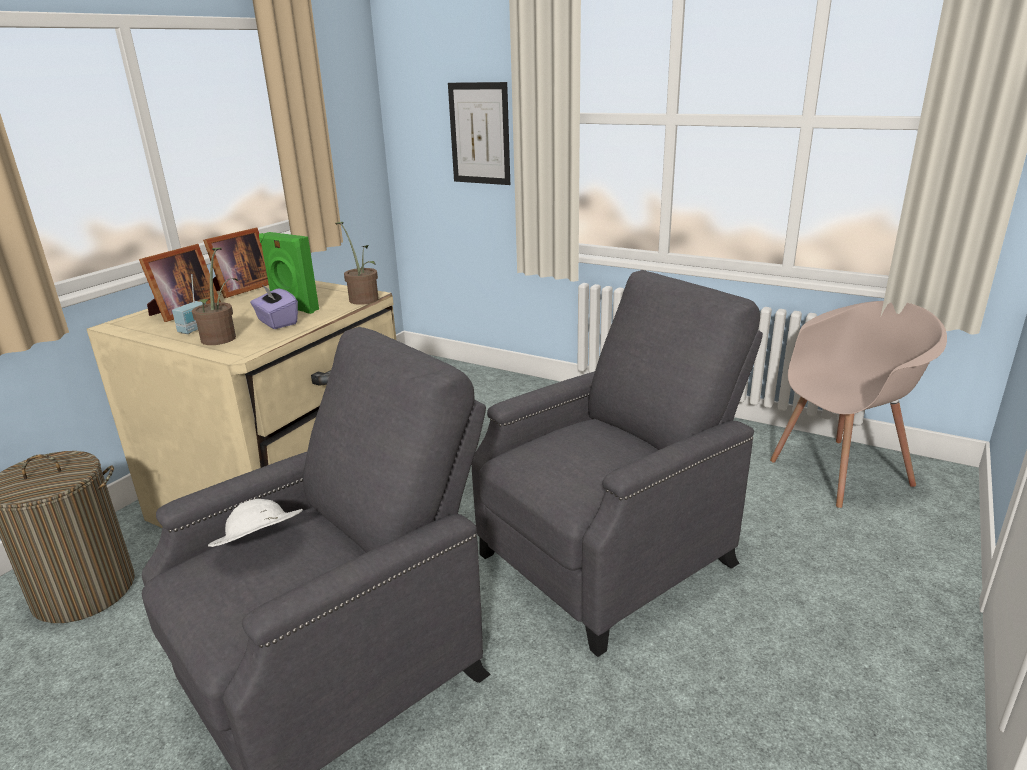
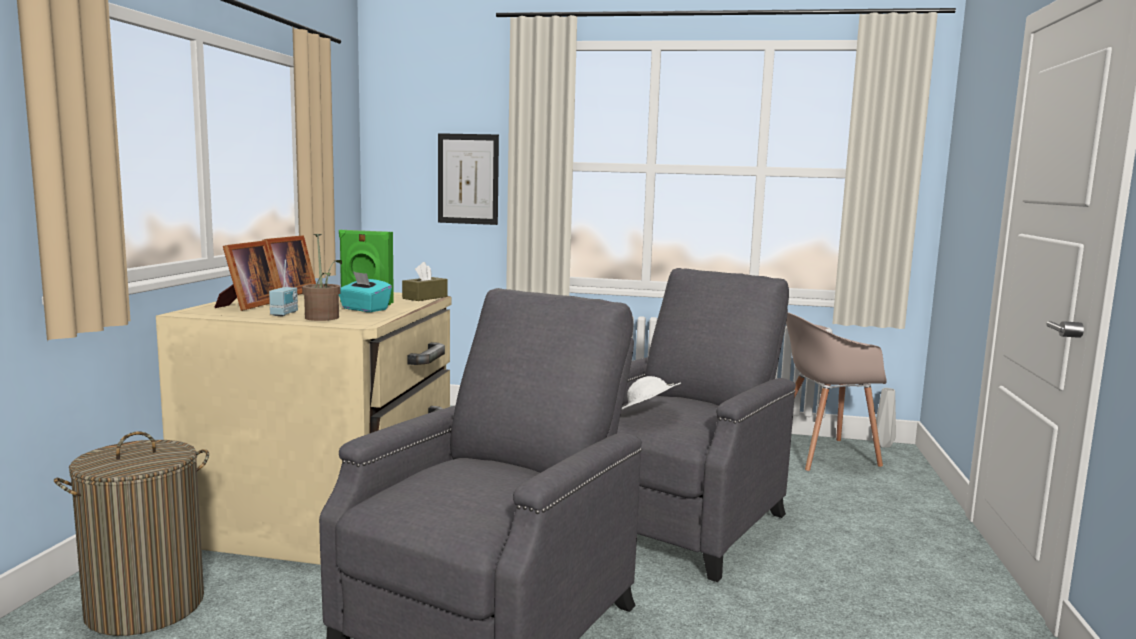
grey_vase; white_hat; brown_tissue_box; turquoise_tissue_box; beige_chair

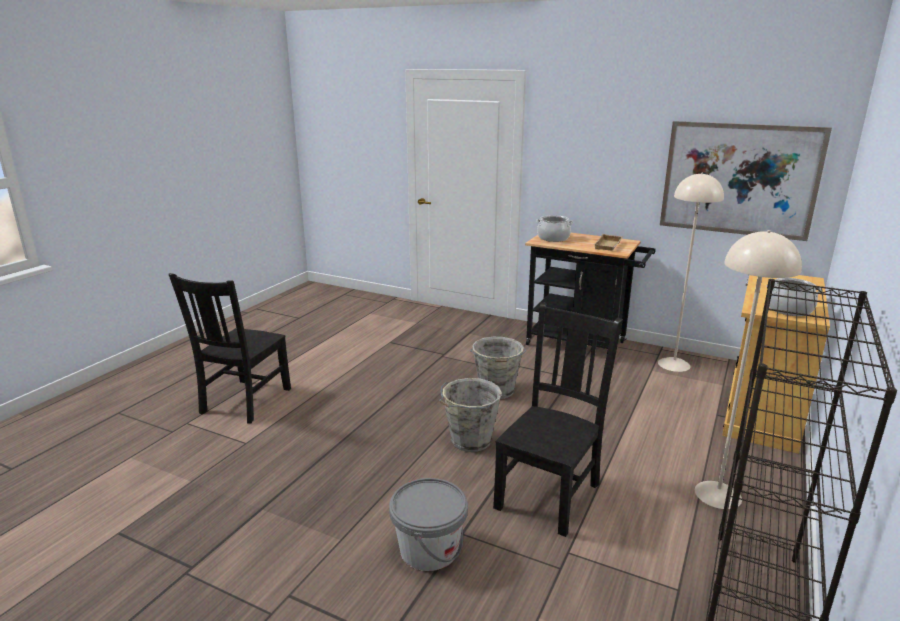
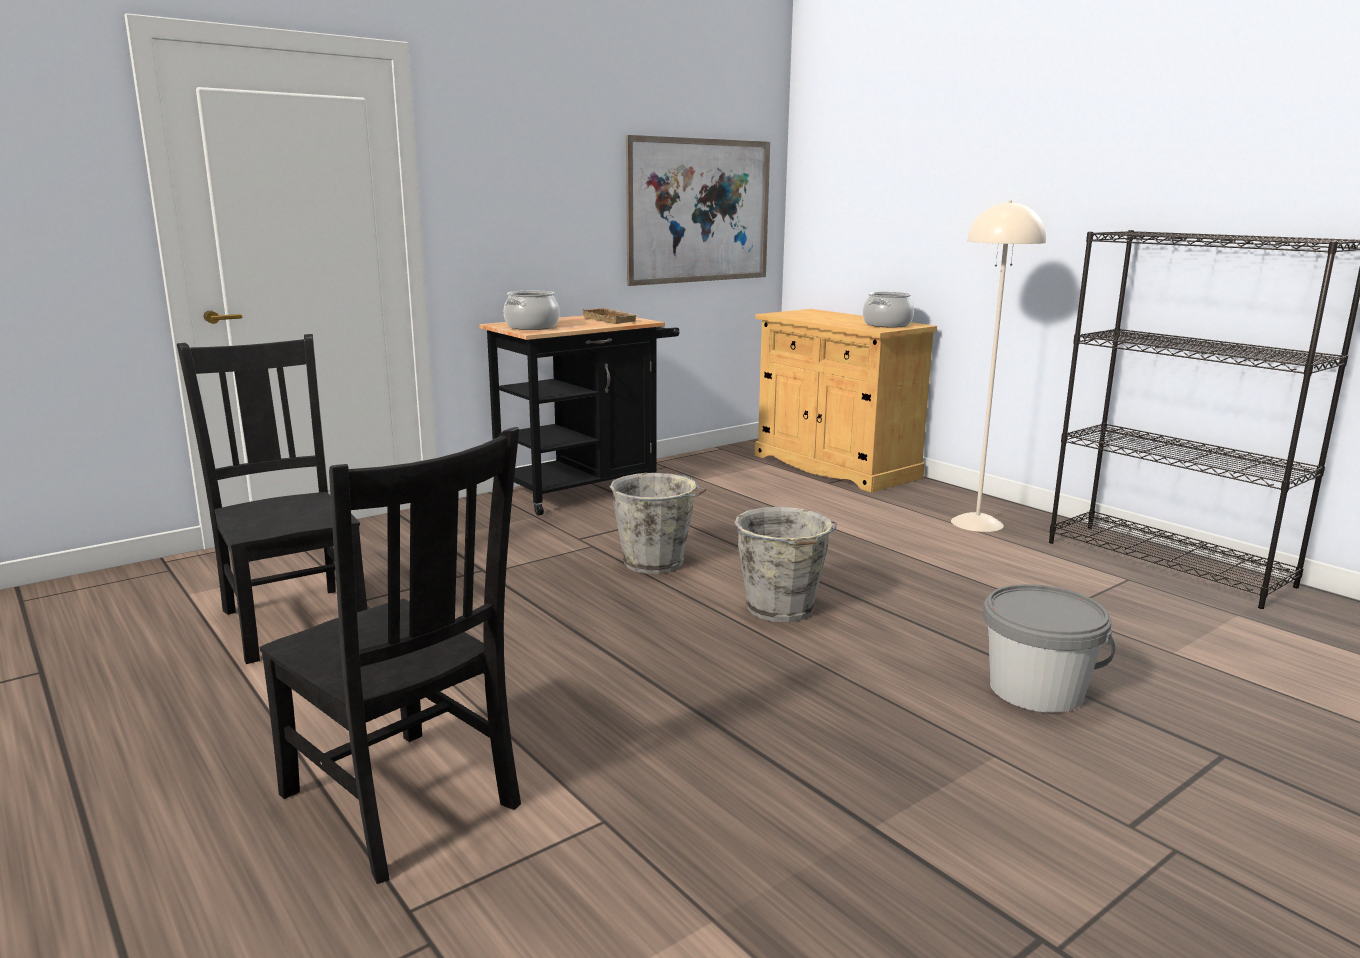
beige_floor_lamp (no. 1 from left in the first image); black_chair (no. 1 from left)

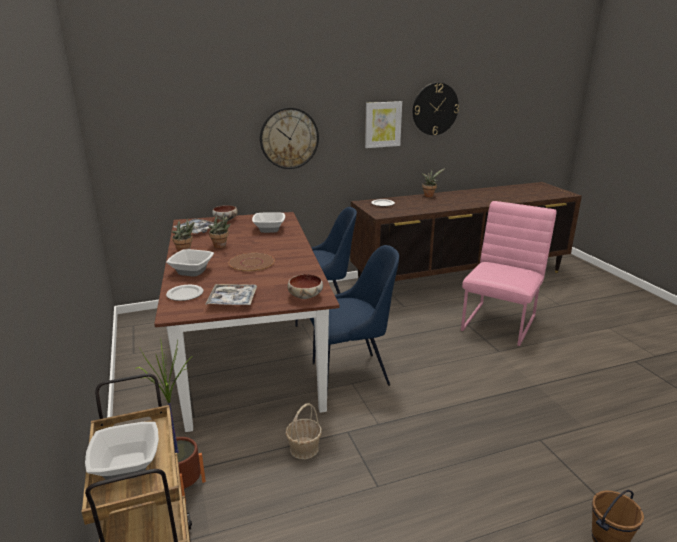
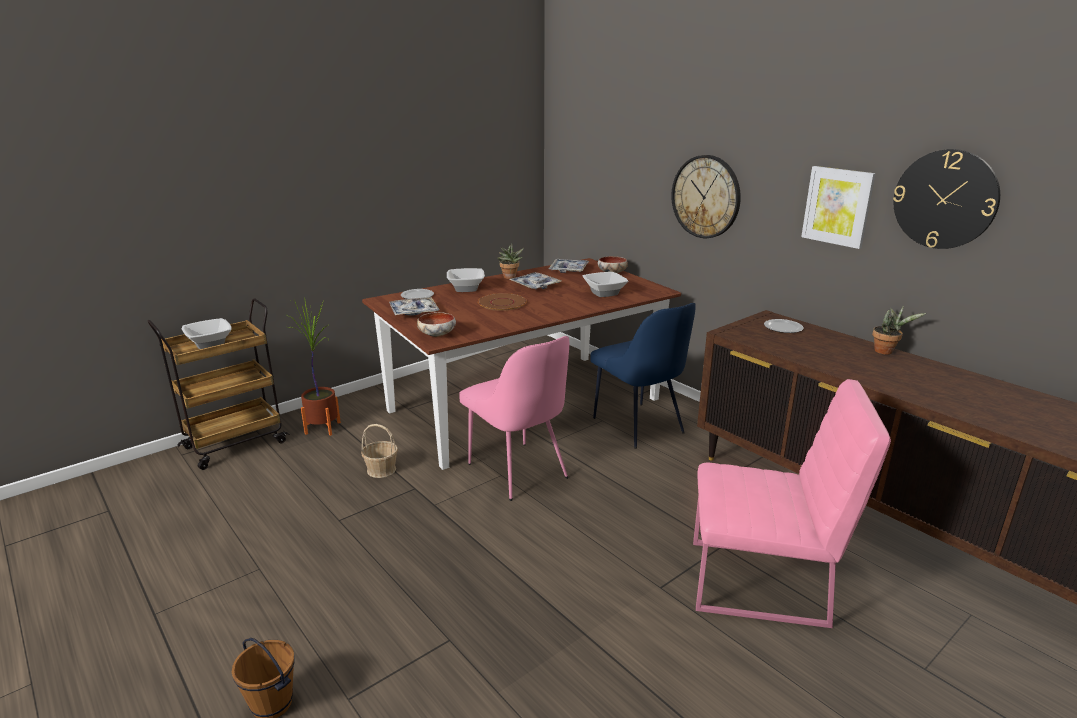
tray (no. 2 from left); pink_chair (no. 1 from left)

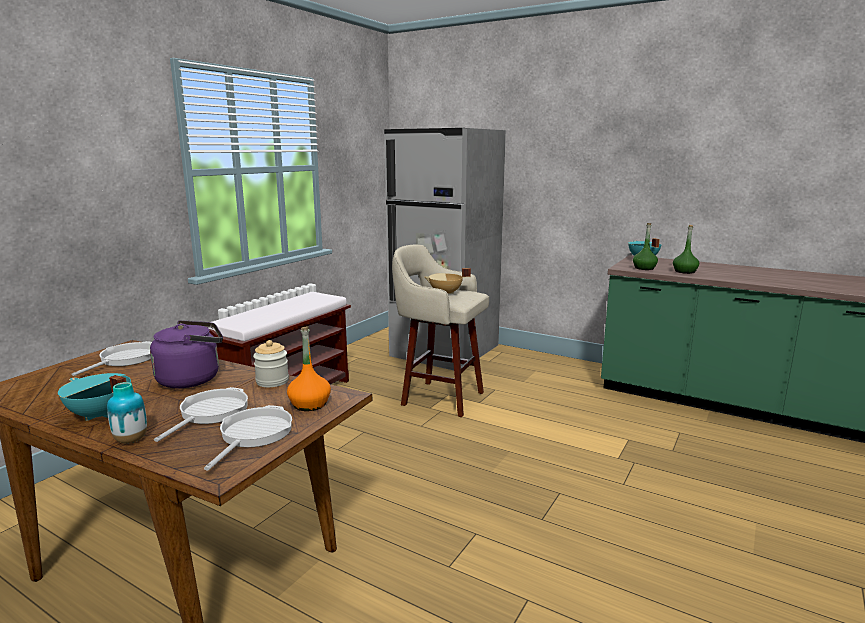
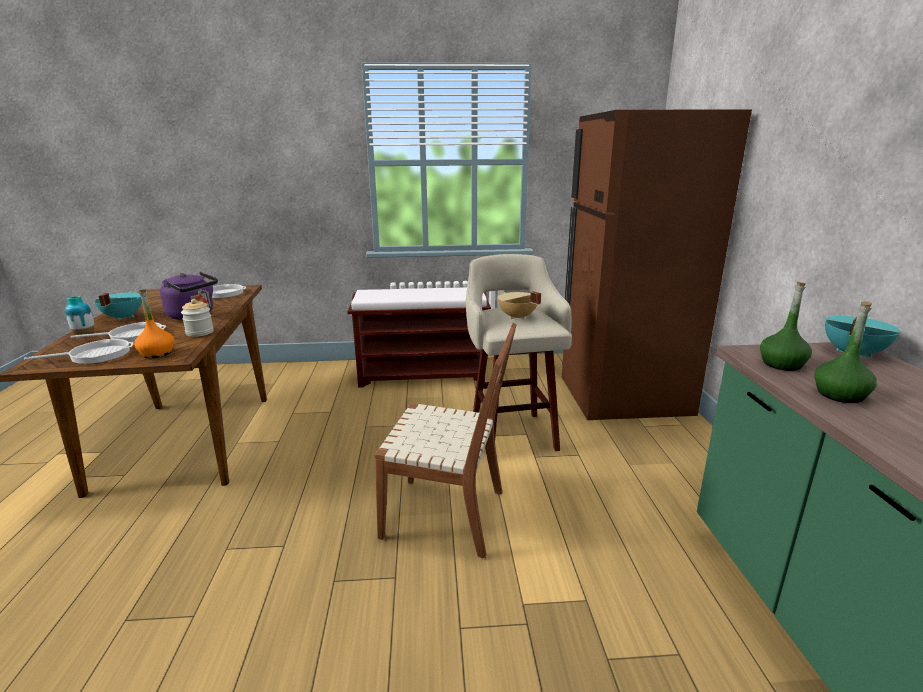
chair; brown_fridge

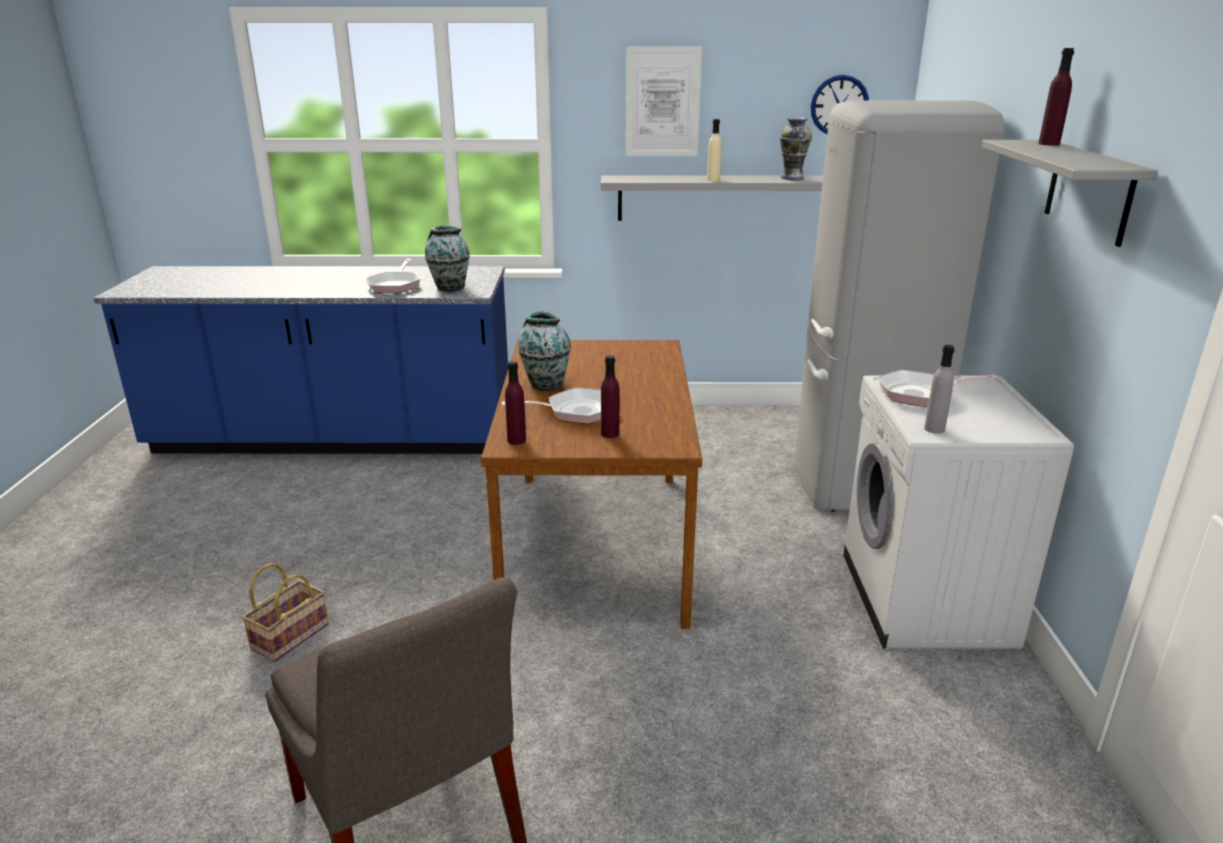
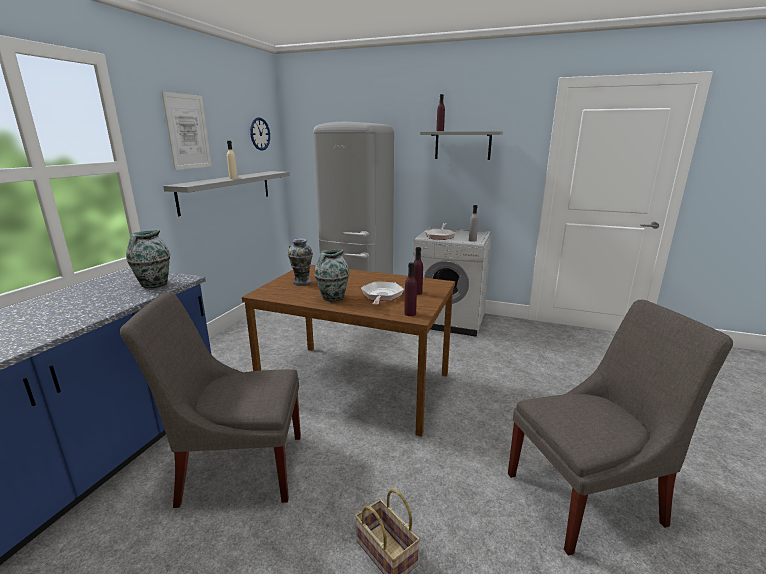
frying_pan (no. 1 from left in the first image); grey_chair (no. 1 from left); vase (no. 2 from left)

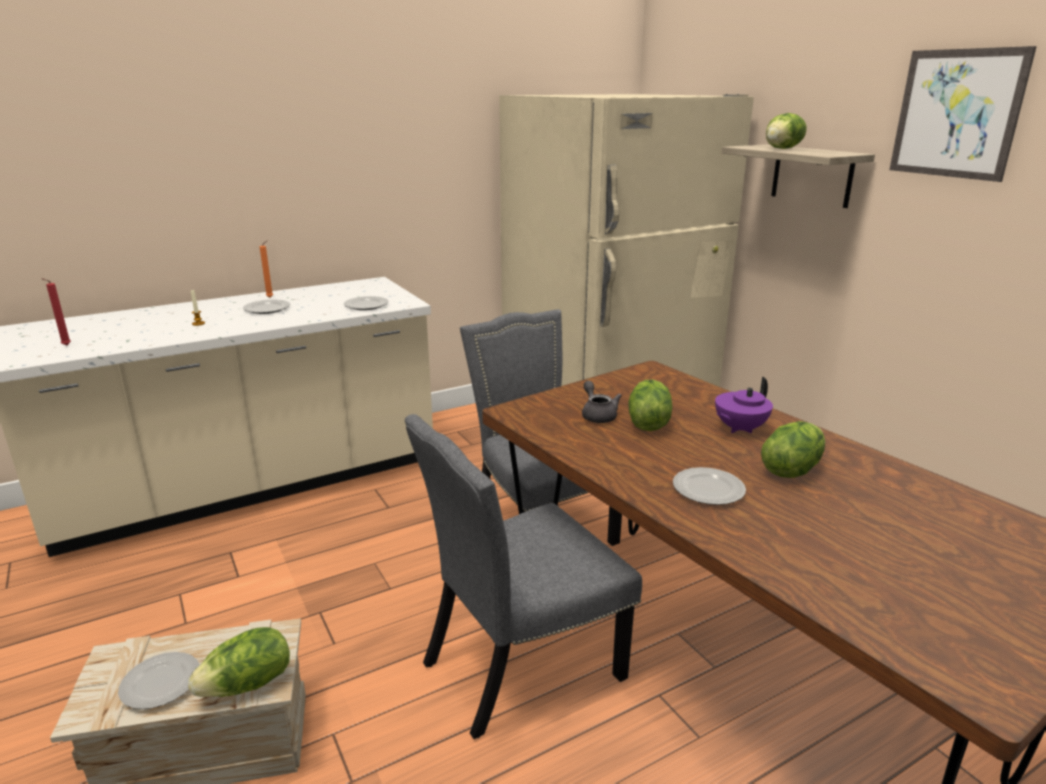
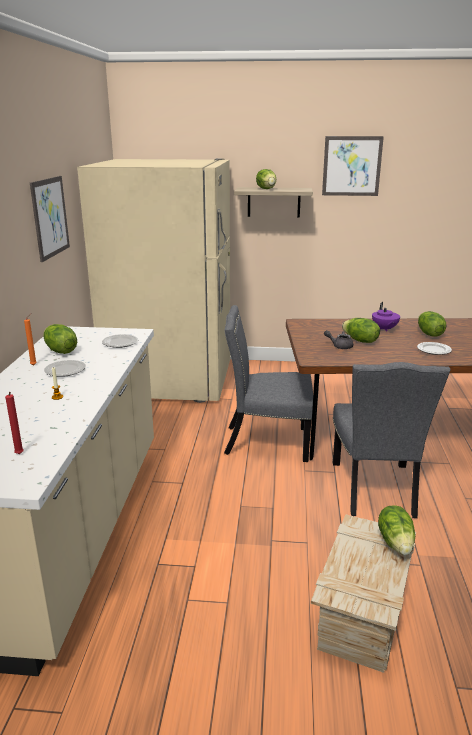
plate (no. 1 from left in the first image); picture (no. 1 from left); lettuce (no. 1 from left)

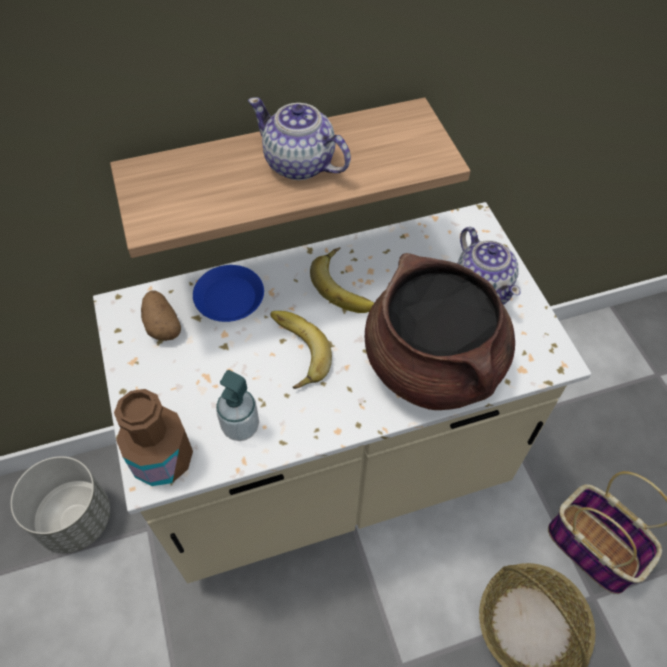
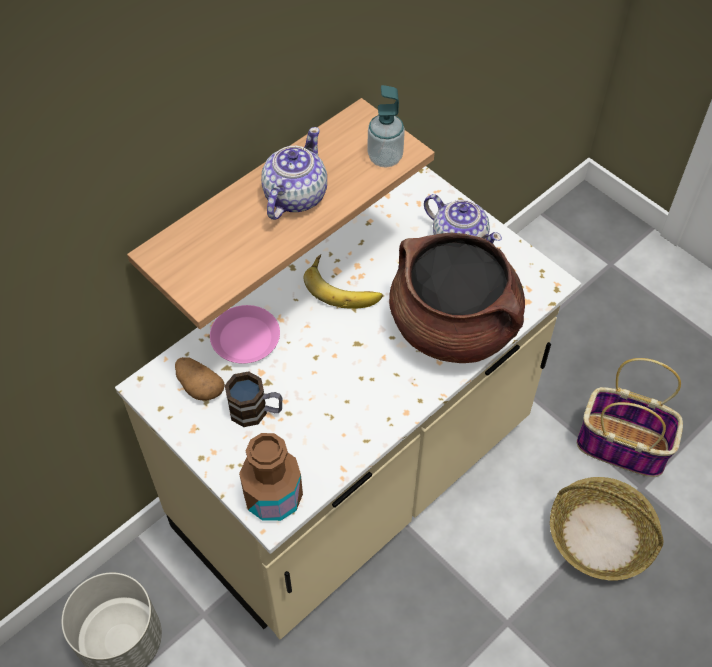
banana (no. 1 from left in the first image); mug; soap_dispenser; pink_plate; teapot (no. 1 from left)

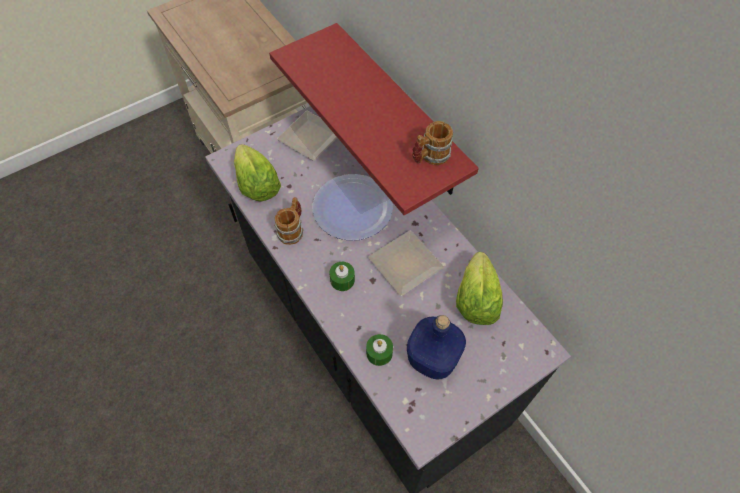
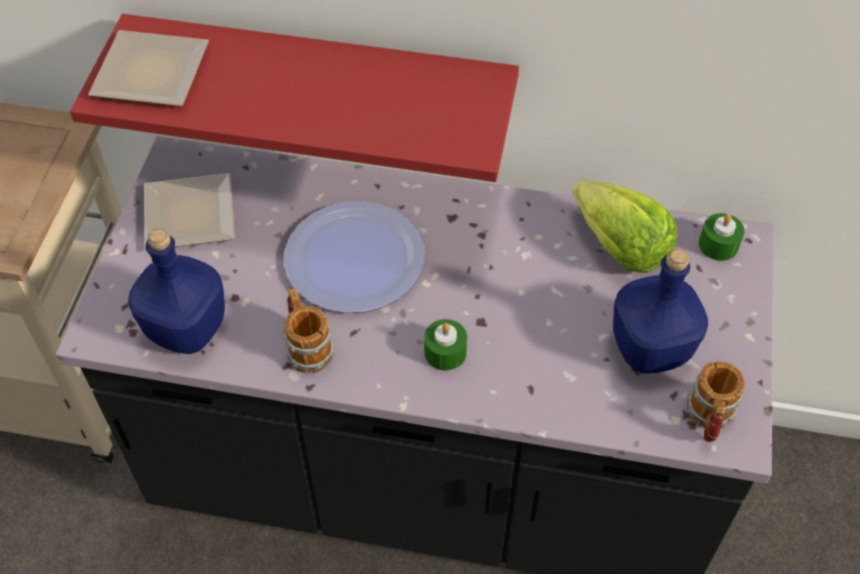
green_candle (no. 2 from left); plate (no. 1 from left); mug (no. 2 from left); blue_bottle (no. 1 from left)

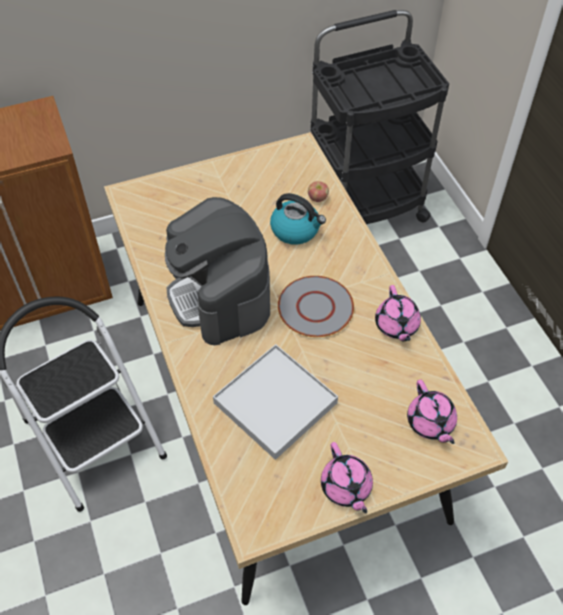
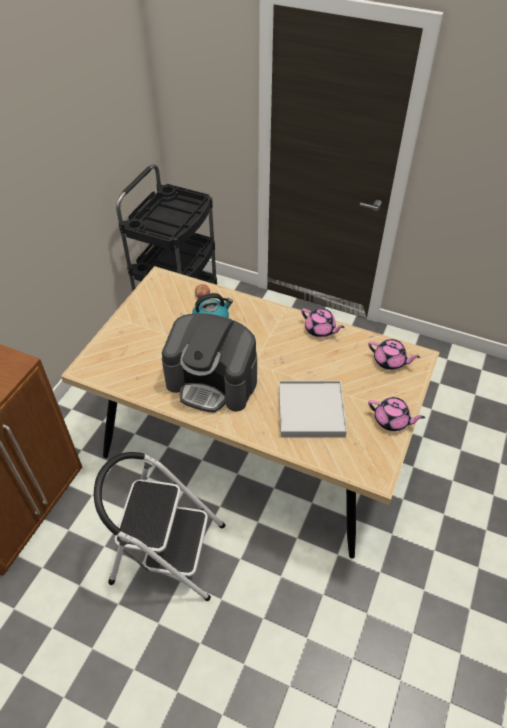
grey_plate

